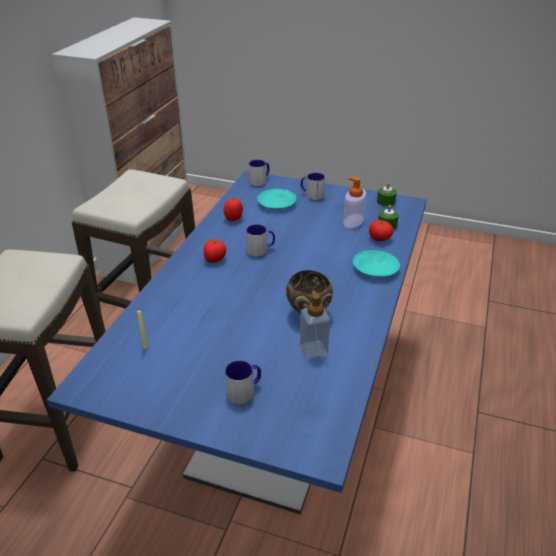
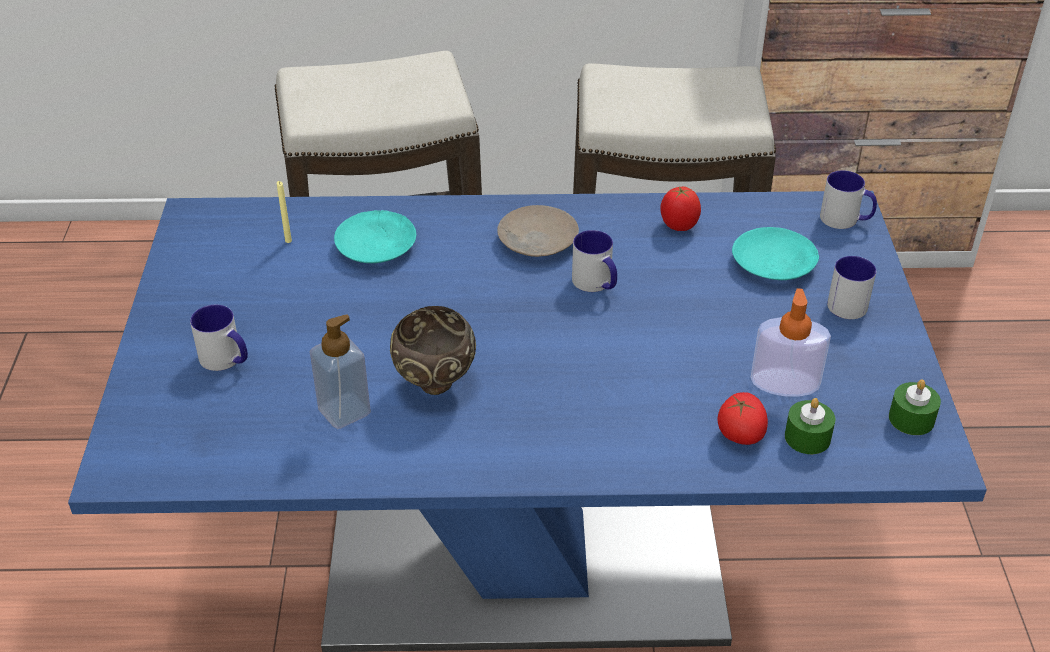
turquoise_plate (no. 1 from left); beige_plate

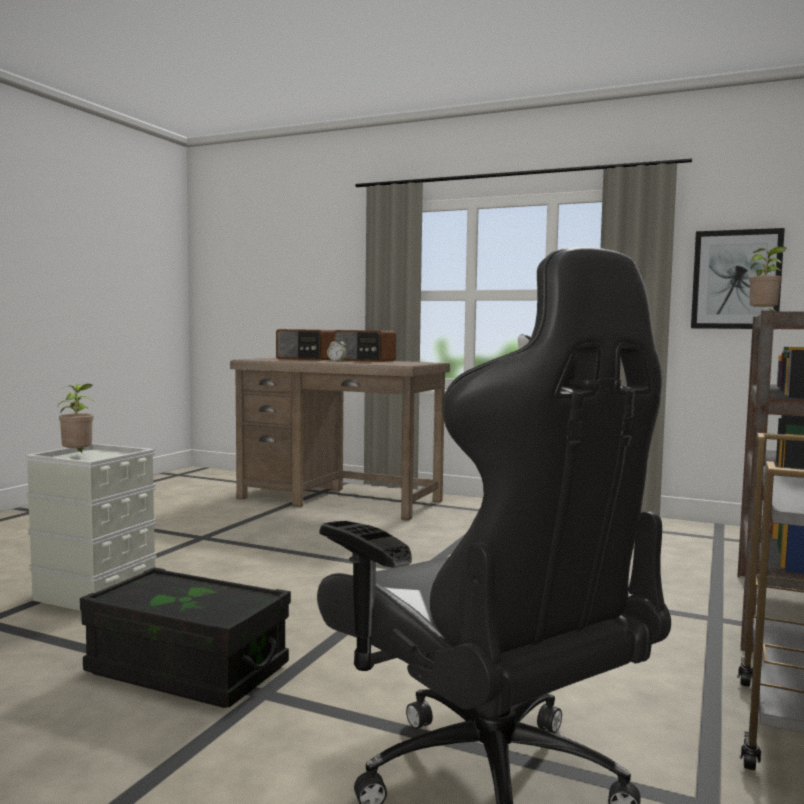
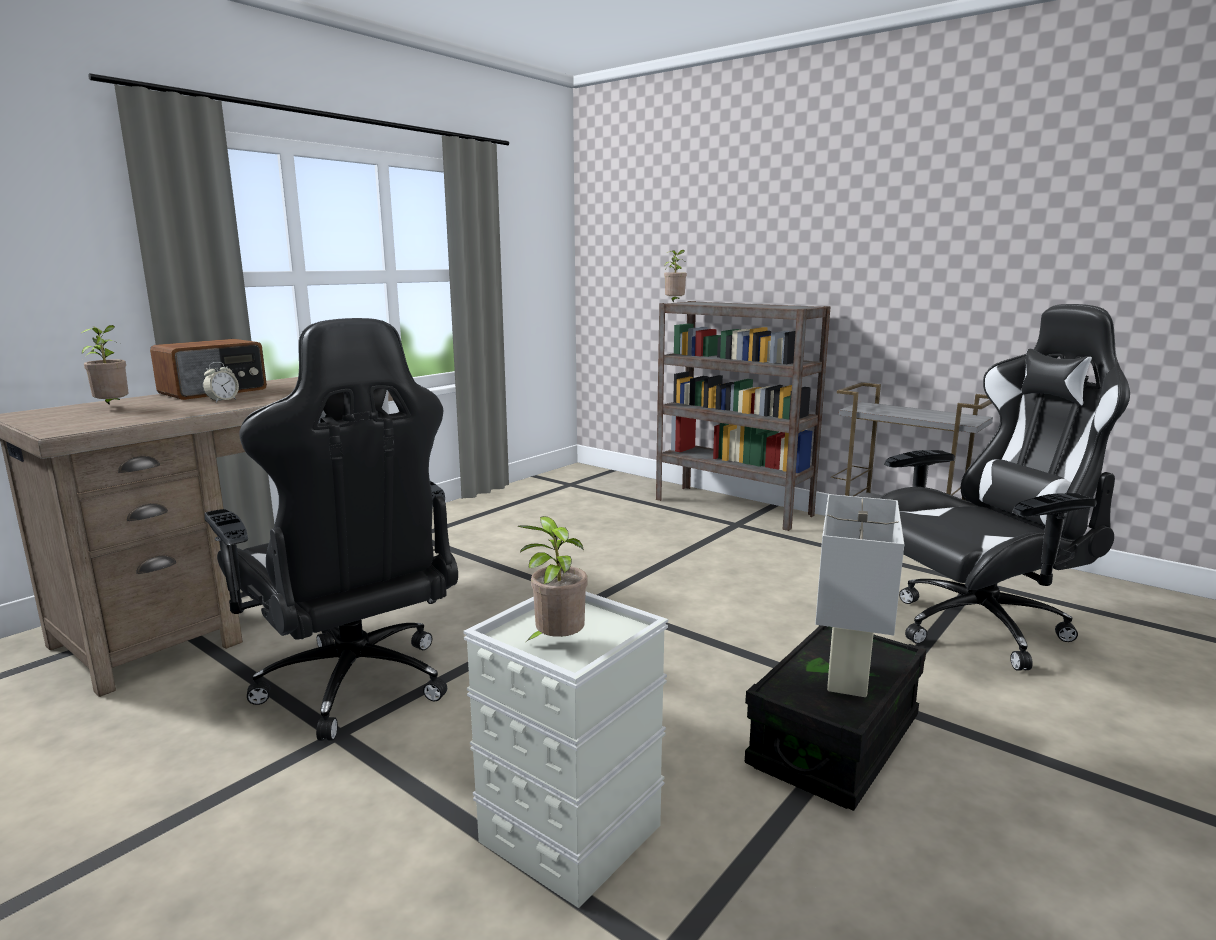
picture; black_office_chair (no. 1 from left); white_table_lamp; potted_plant (no. 1 from left)

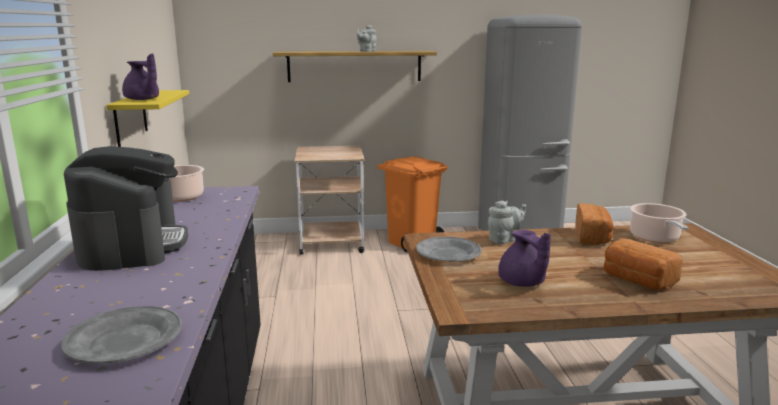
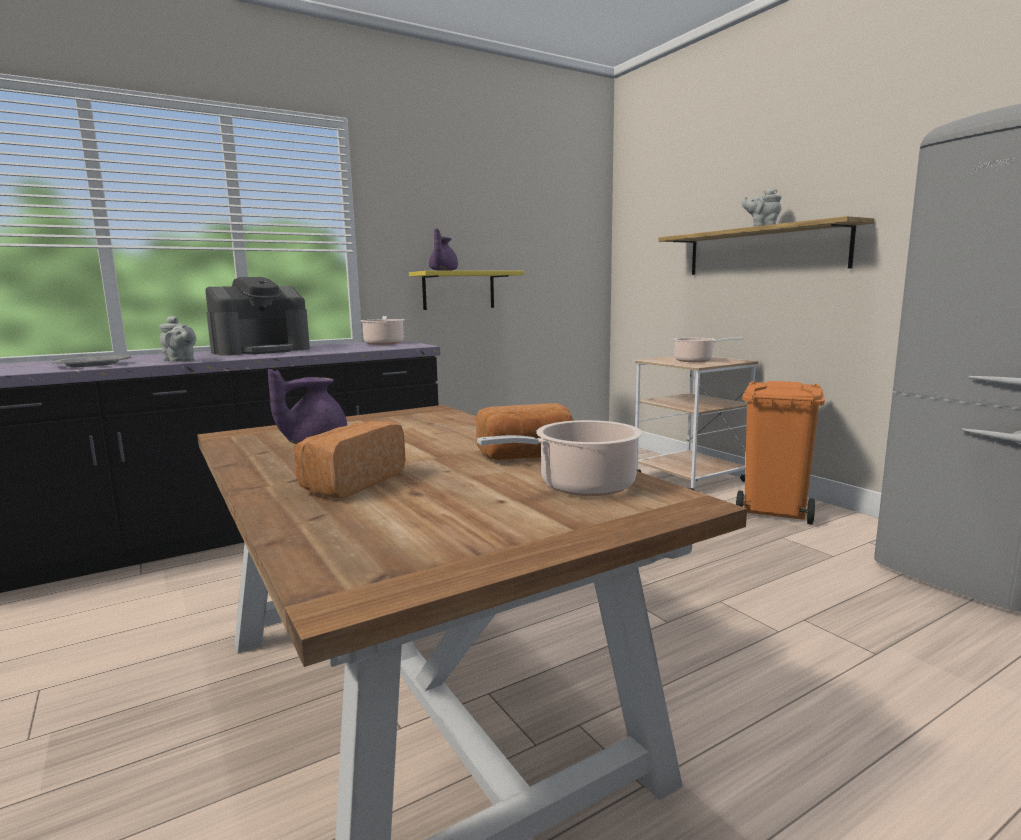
grey_plate (no. 2 from left in the first image); cooking_pot (no. 3 from left); grey_teapot (no. 1 from left)

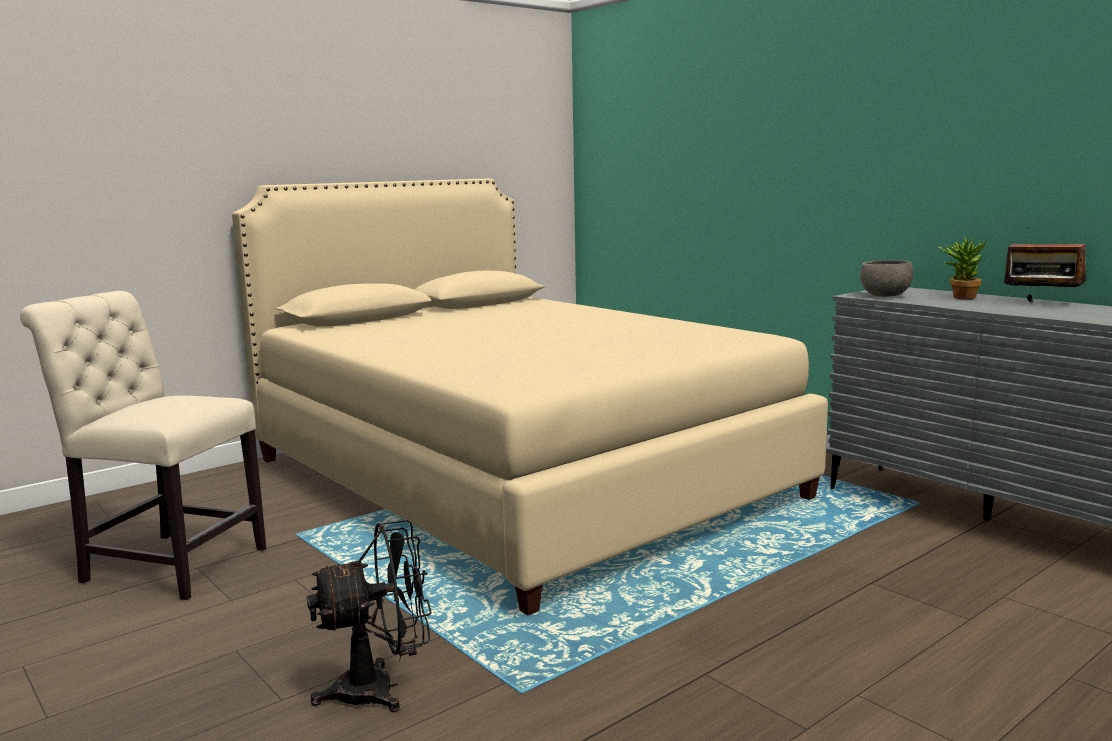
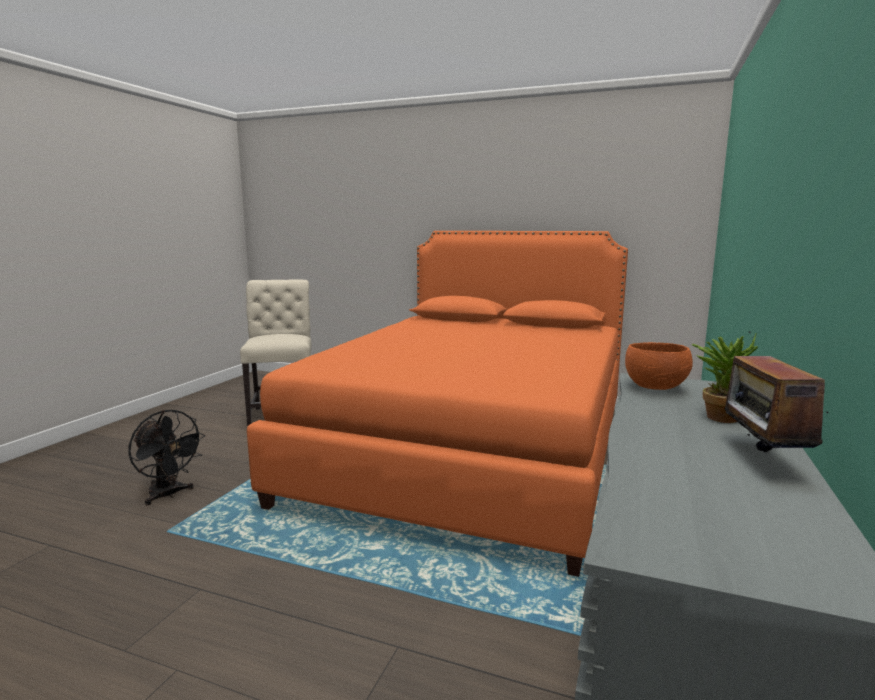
orange_bed; orange_bowl

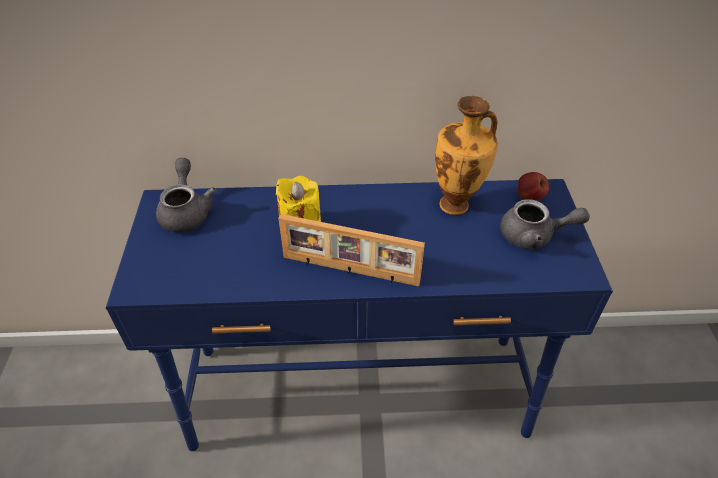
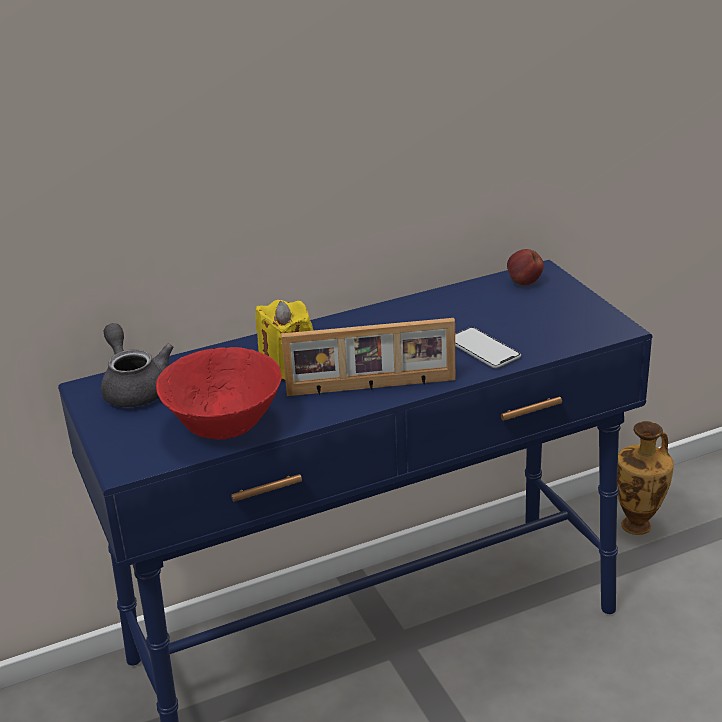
grey_teapot (no. 2 from left in the first image); red_bowl; phone; vase

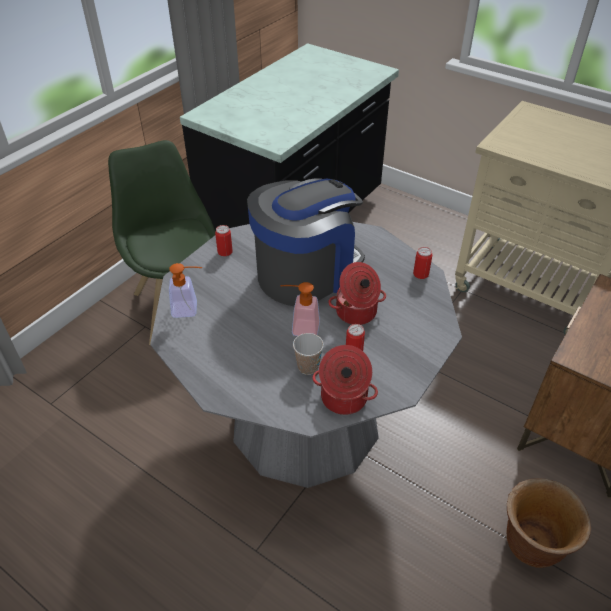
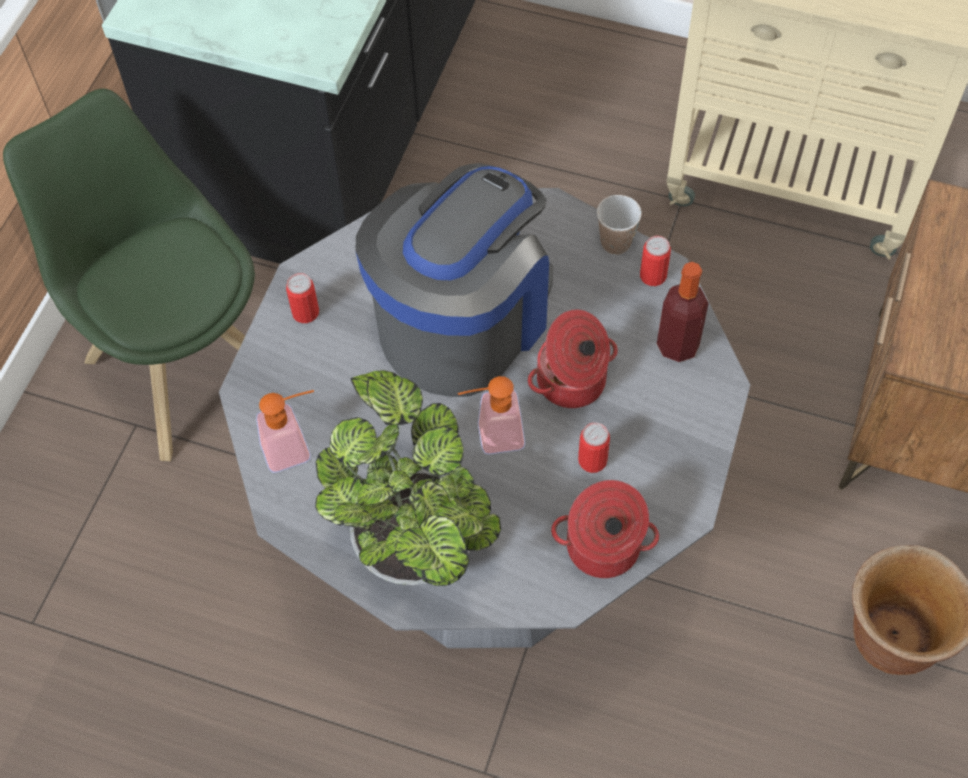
potted_plant; bottle; cup

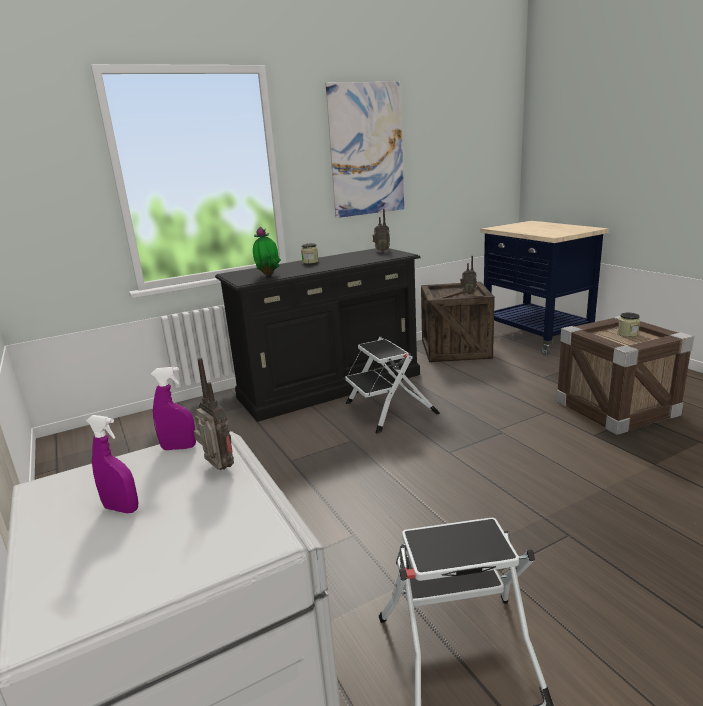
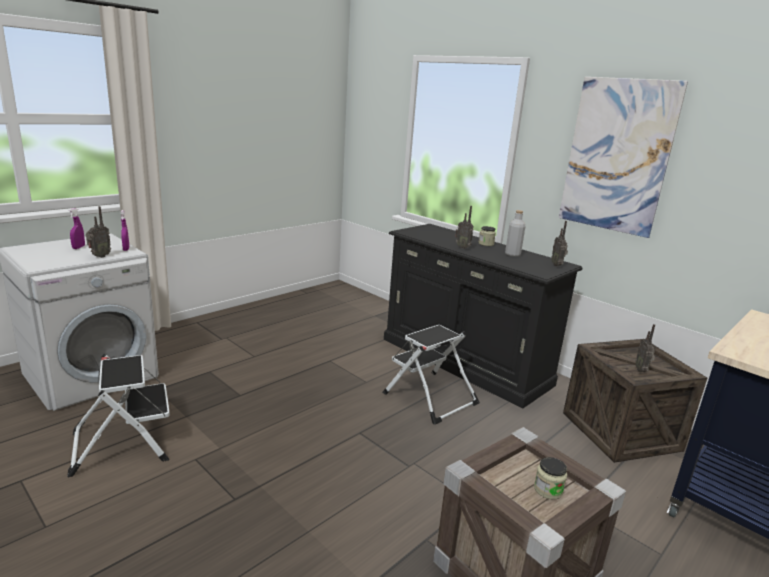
potted_plant; radio (no. 2 from left); grey_bottle

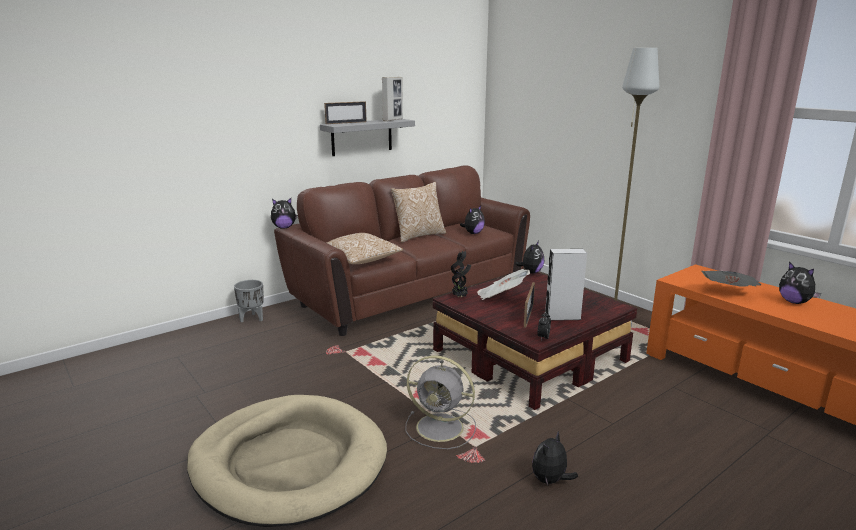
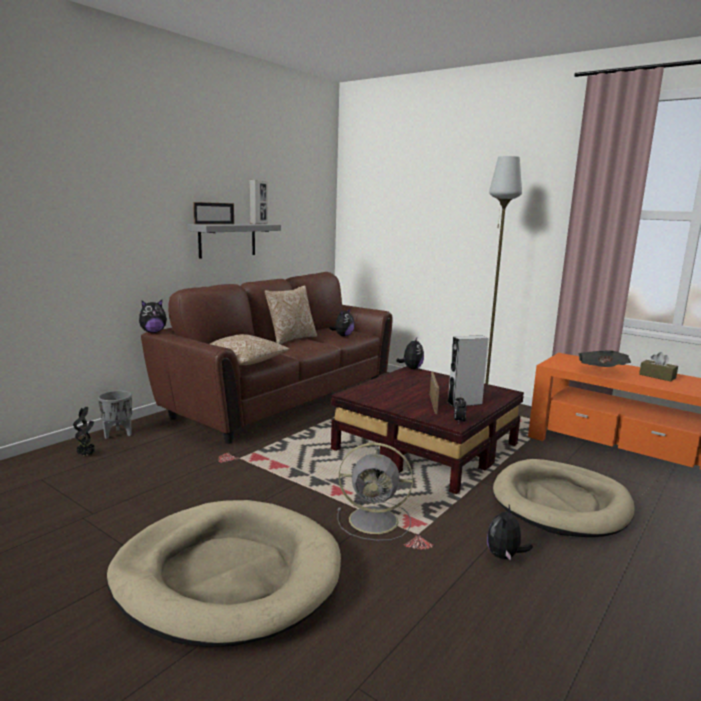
newspaper (no. 1 from left in the first image); beige_dog_bed (no. 2 from left); potted_plant; brown_tissue_box

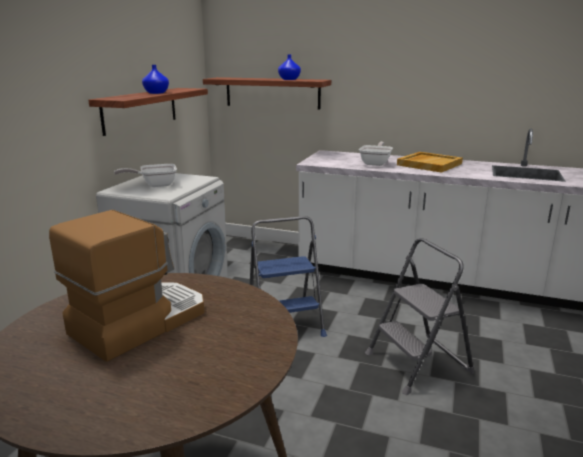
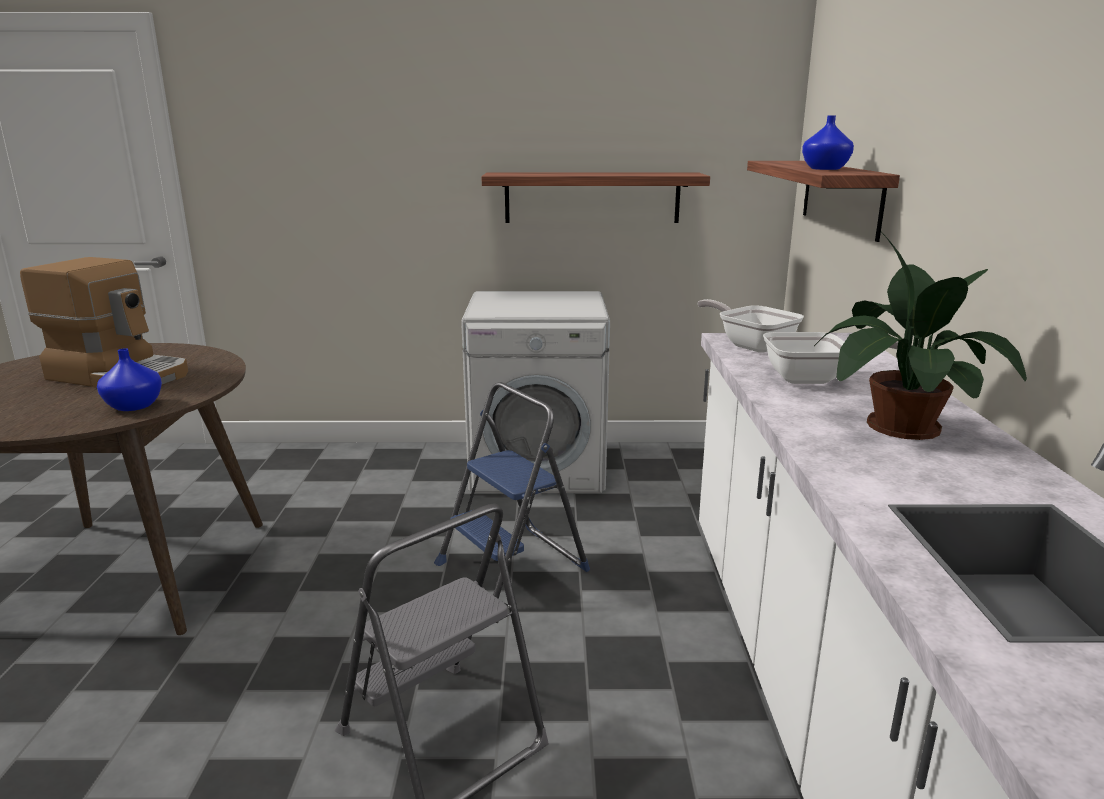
frying_pan (no. 1 from left); blue_vase (no. 1 from left); potted_plant

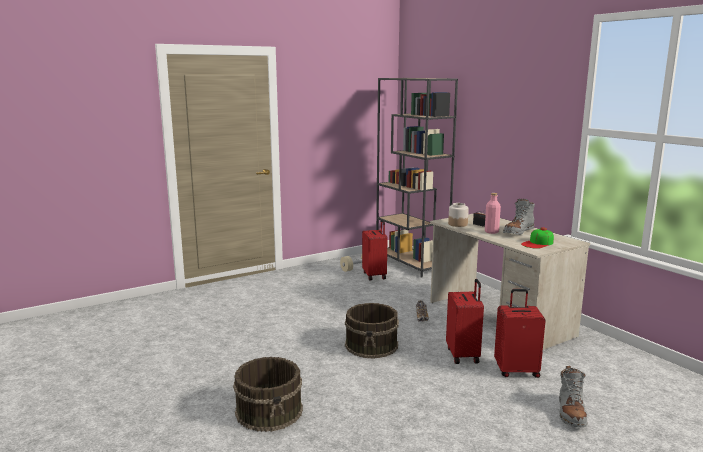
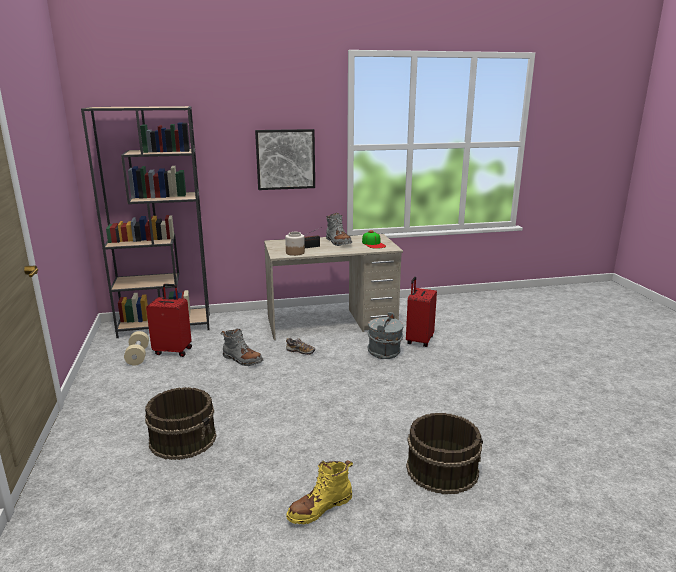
pink_bottle; picture; yellow_boot; brown_bucket (no. 1 from left); grey_boot (no. 1 from left); grey_bucket

